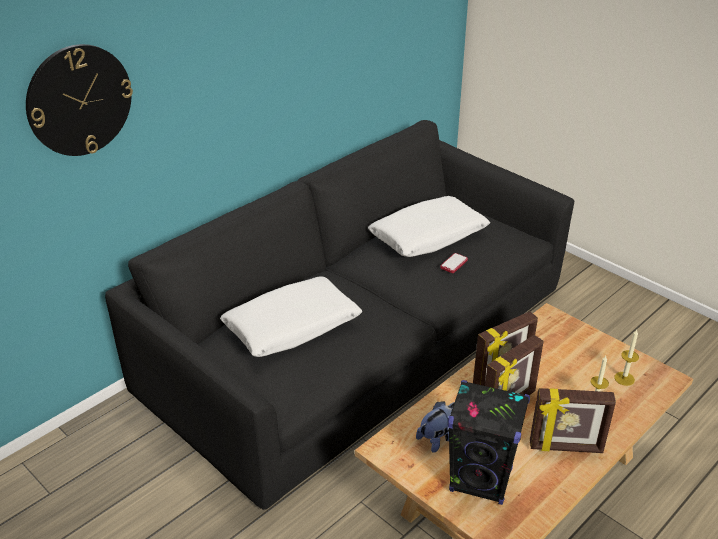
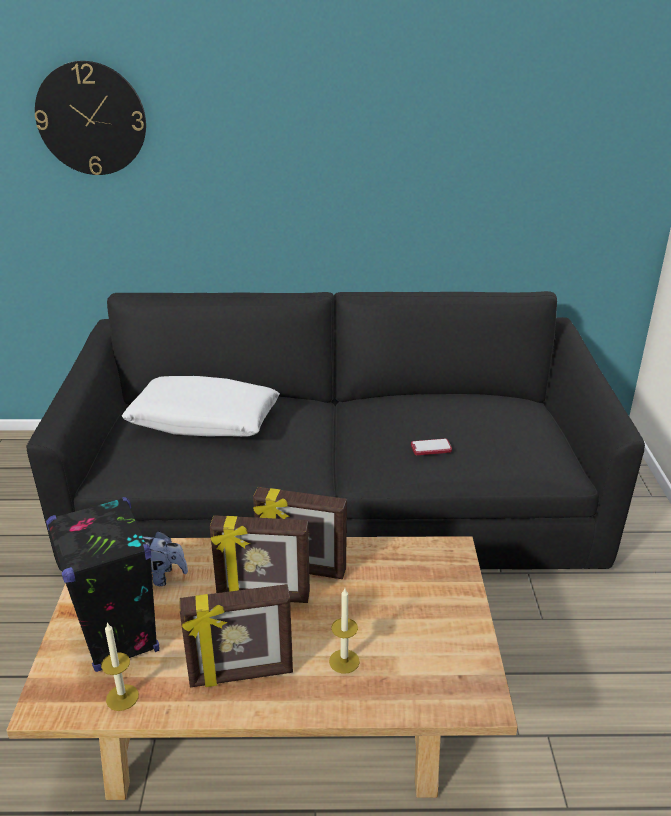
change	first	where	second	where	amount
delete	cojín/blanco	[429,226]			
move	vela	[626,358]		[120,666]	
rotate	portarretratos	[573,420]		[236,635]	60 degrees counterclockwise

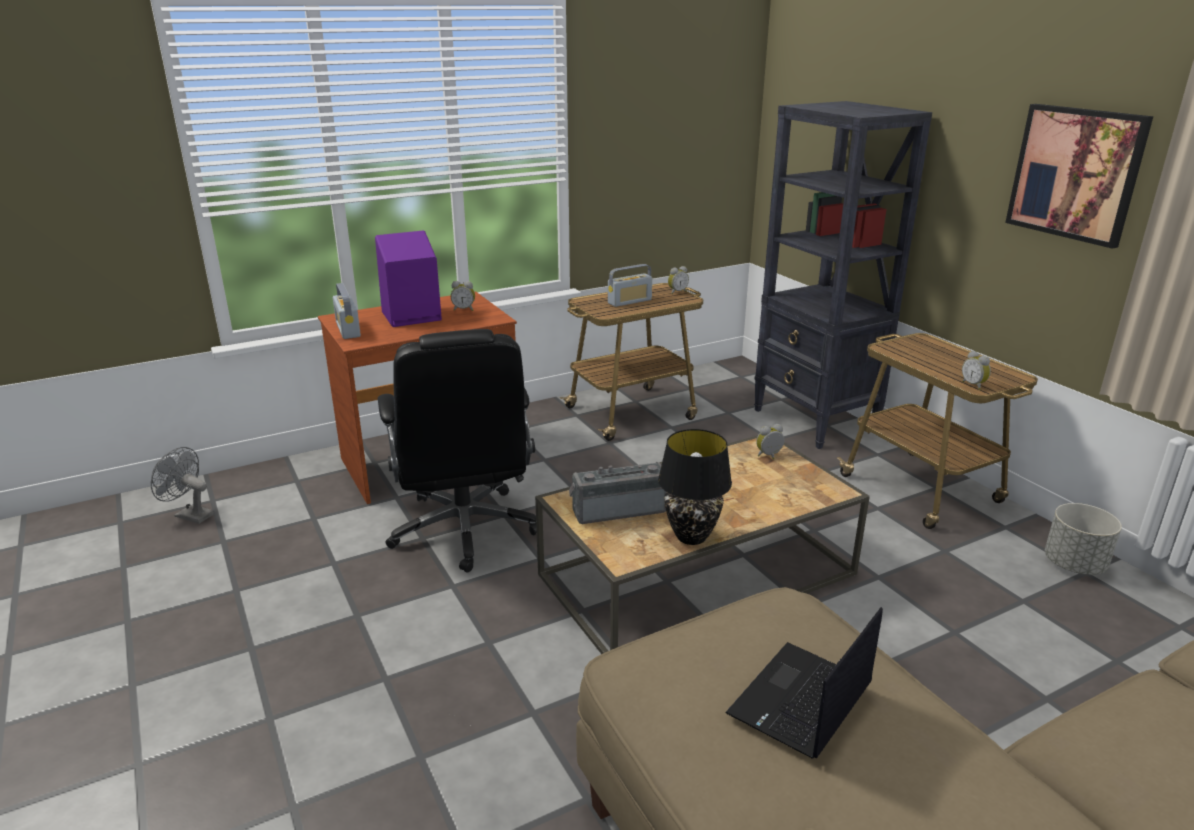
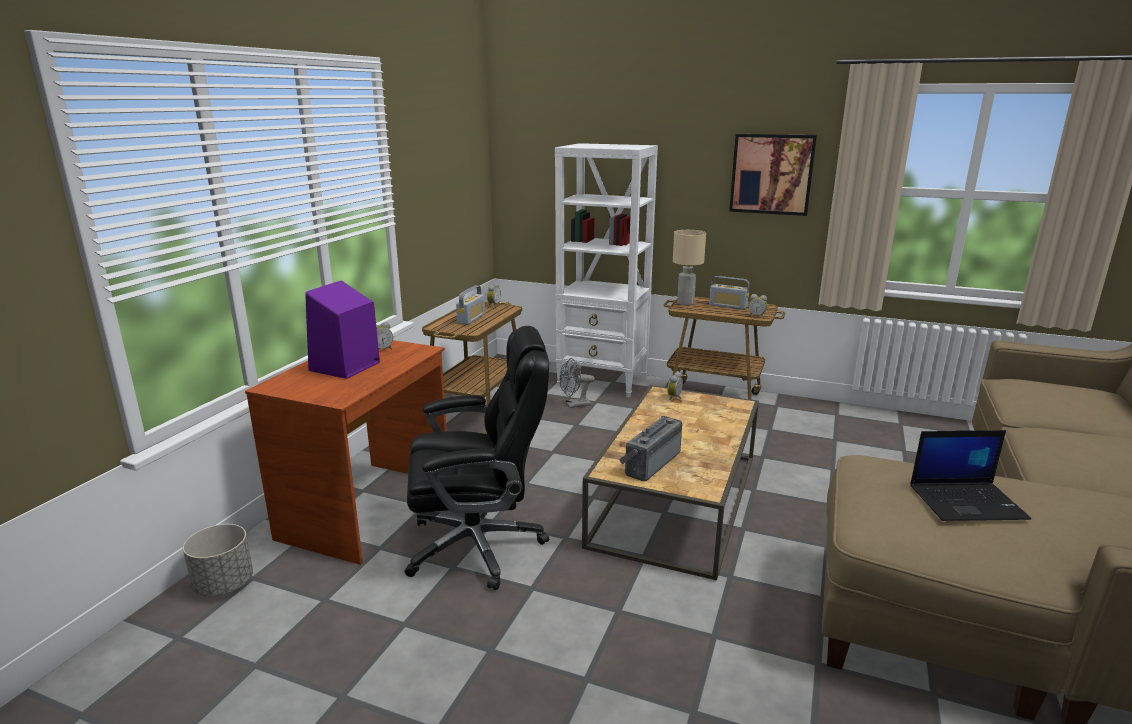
change	first	where	second	where	amount
delete	lámpara de mesa/negro	[695,487]			
insert			lámpara de mesa/beis	[689,268]	
move	ventilador/gris	[182,485]		[577,383]	
move	radio	[347,311]		[729,293]	
move	maceta/gris	[1083,539]		[218,560]	
recolor	estantería/negro	[843,275]	estantería/blanco	[606,270]	
rotate	silla de oficina/negro	[457,451]		[477,458]	45 degrees counterclockwise
rotate	portátil	[804,683]		[970,475]	90 degrees counterclockwise

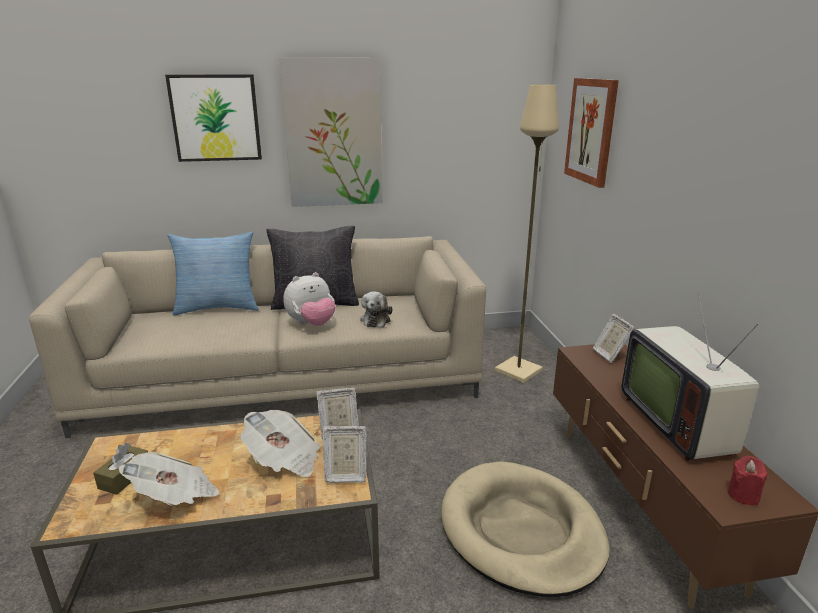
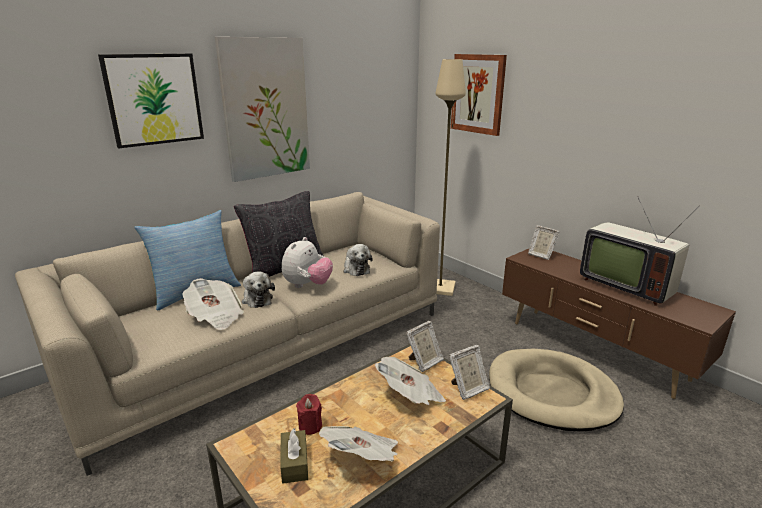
change	first	where	second	where	amount
insert			periódico	[213,304]	
insert			peluche	[258,290]	
move	vela/rojo	[748,480]		[309,414]	

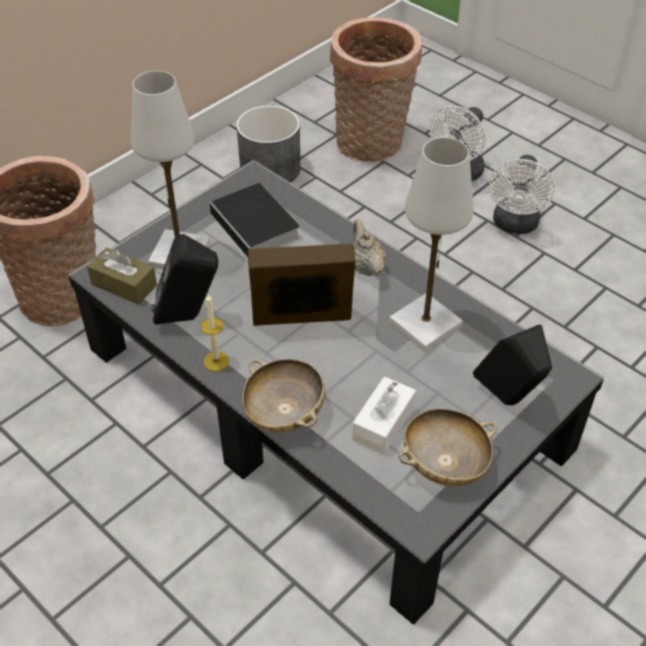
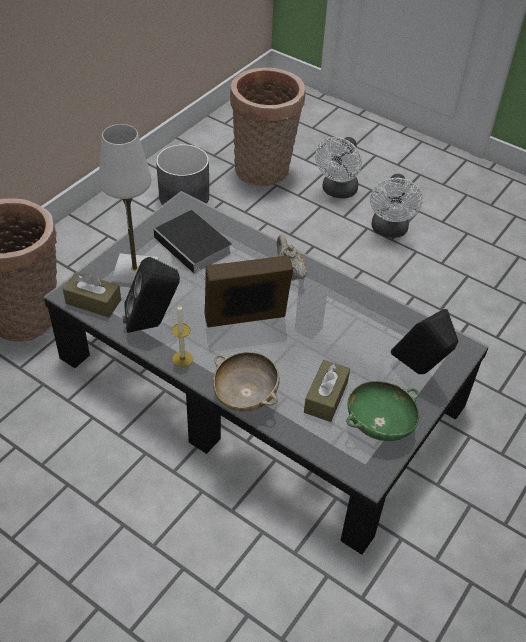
change	first	where	second	where	amount
delete	lámpara de mesa/blanco	[431,244]			
recolor	caja de pañuelos/blanco	[384,416]	caja de pañuelos/marrón	[327,391]	
recolor	cuenco/beis	[447,447]	cuenco/verde	[382,411]	

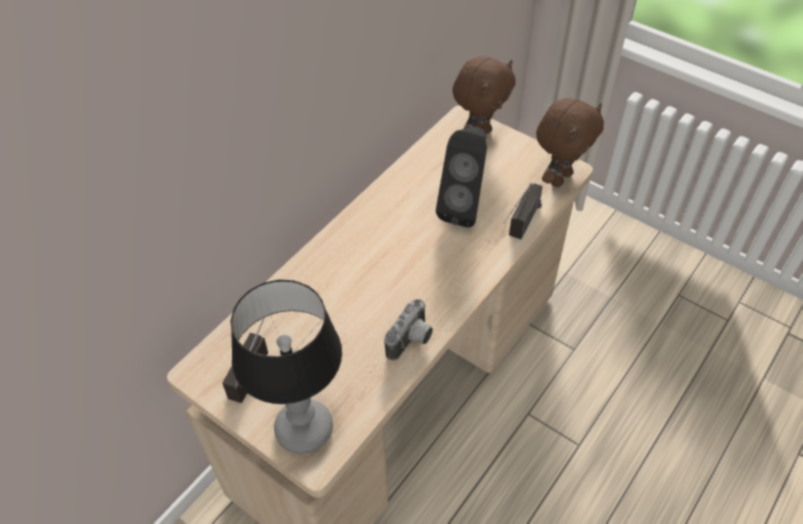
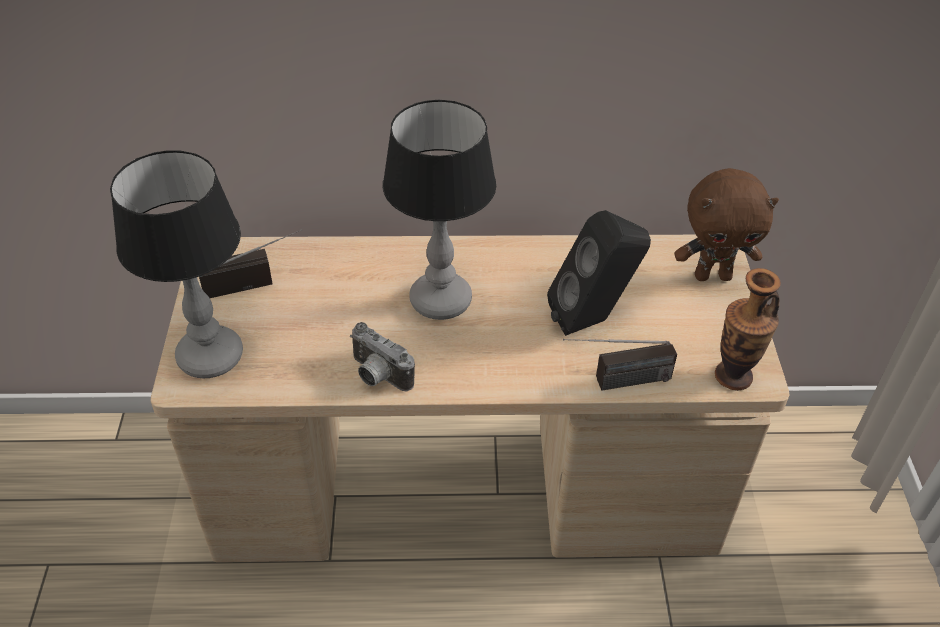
change	first	where	second	where	amount
insert			lámpara de mesa	[439,210]	
replace	peluche/marrón	[570,142]	florero	[748,329]	
rotate	cámara	[408,330]		[382,357]	45 degrees clockwise

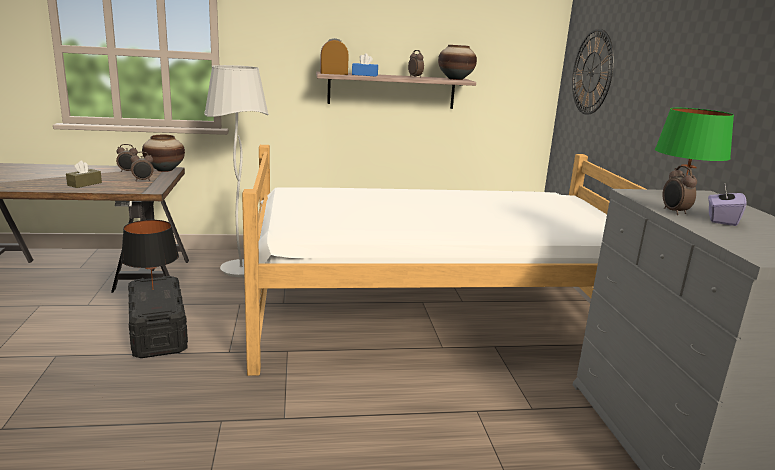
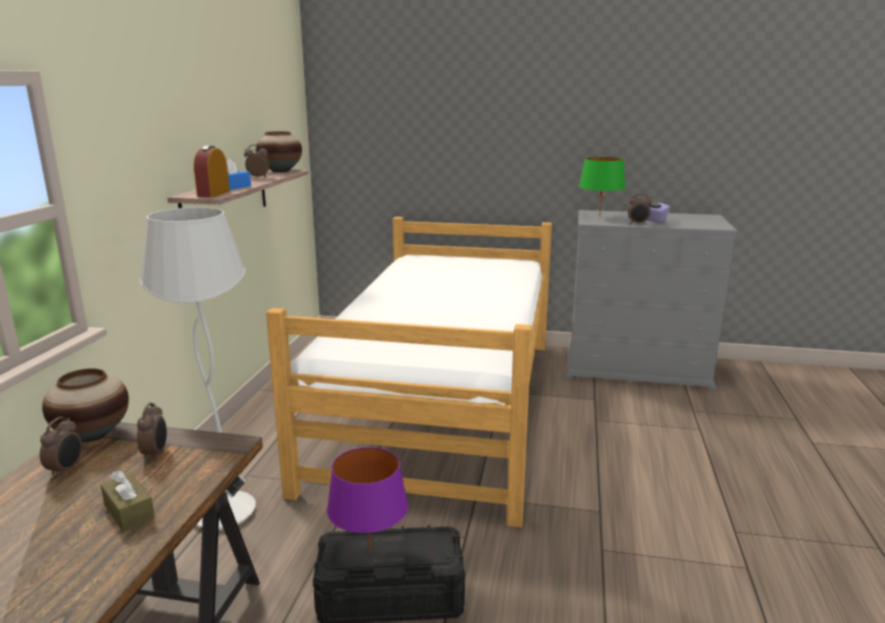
change	first	where	second	where	amount
delete	reloj de pared	[593,72]			
recolor	lámpara de mesa/negro	[150,254]	lámpara de mesa/morado	[367,499]	

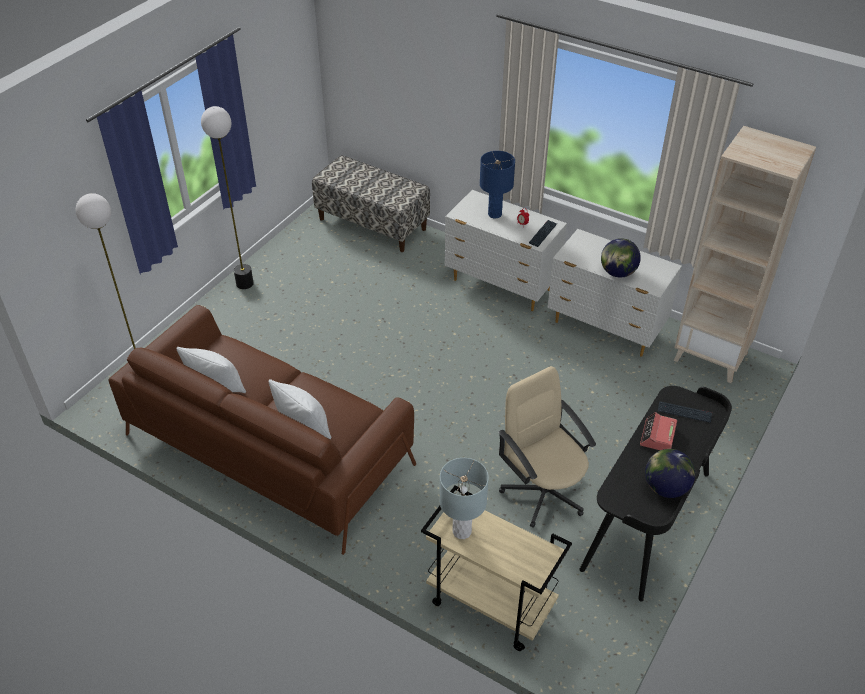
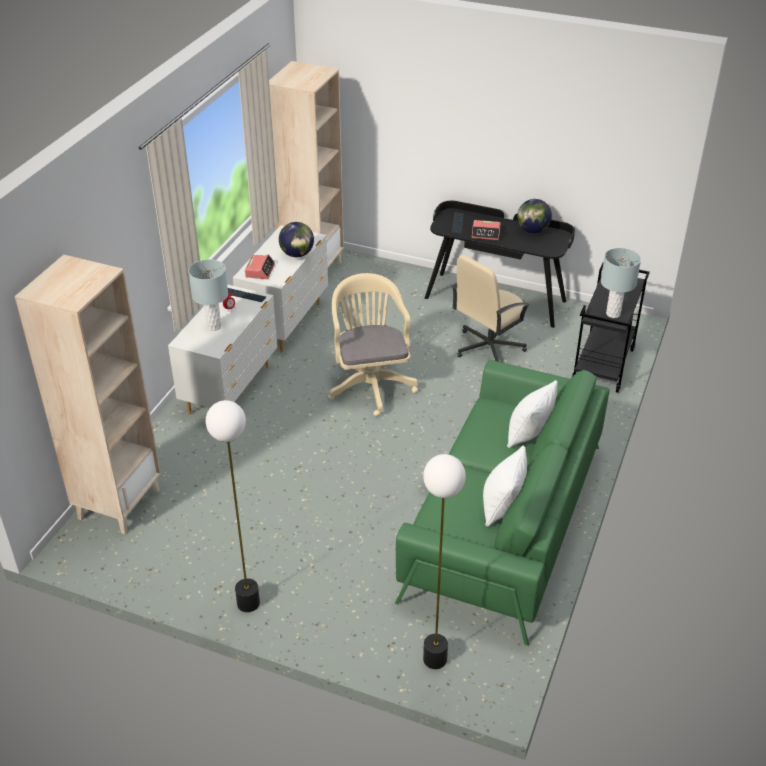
change	first	where	second	where	amount
insert			despertador	[260,266]	
insert			silla de oficina/beis	[373,345]	
replace	banco	[371,203]	estantería/beis	[88,394]	
recolor	sofá/marrón	[262,430]	sofá/verde	[502,503]	
recolor	carrito/beis	[496,568]	carrito/negro	[611,327]	
recolor	lámpara de mesa/azul	[497,185]	lámpara de mesa/gris	[208,295]	

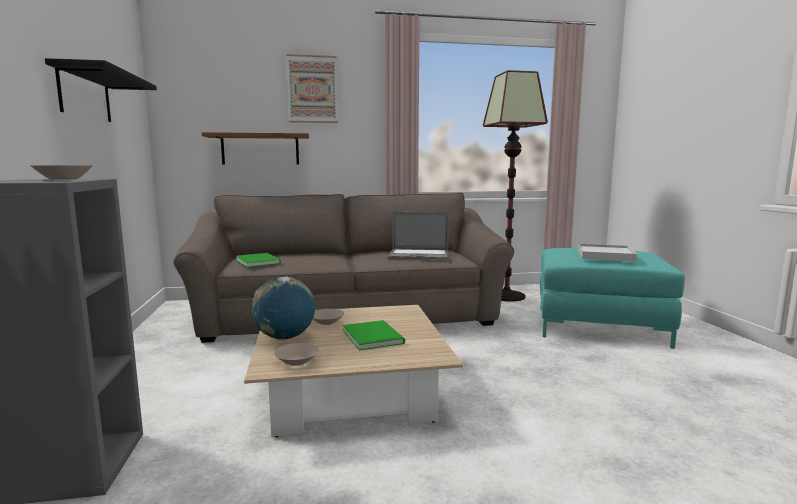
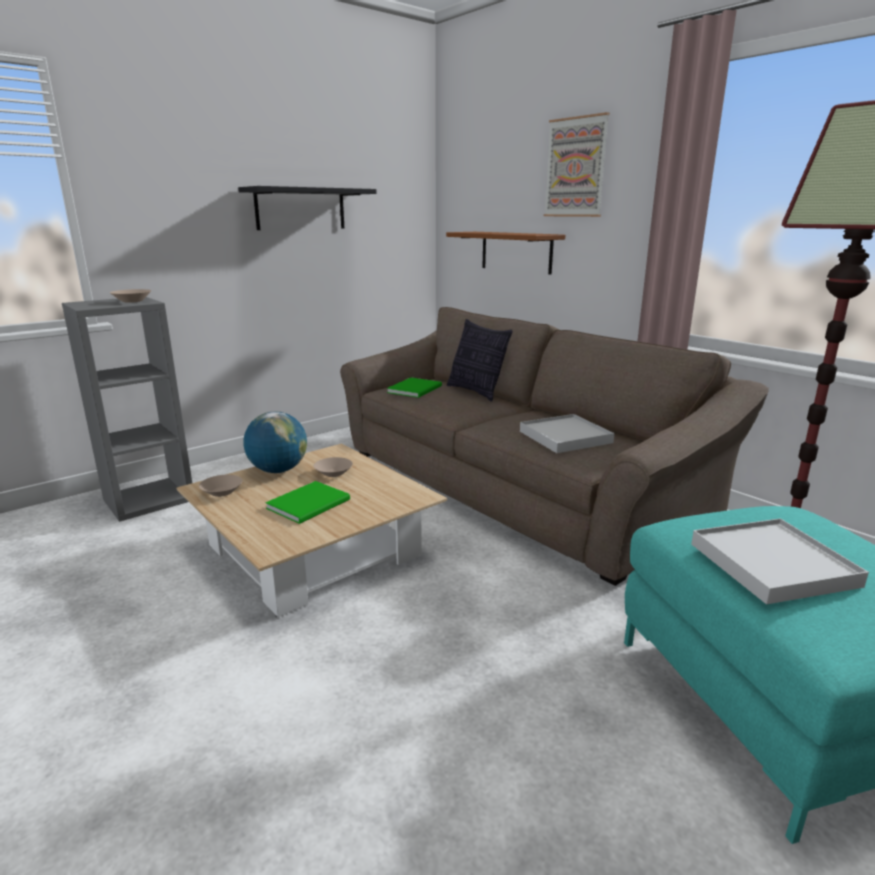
change	first	where	second	where	amount
insert			cojín	[480,360]	
replace	portátil	[418,236]	bandeja/blanco	[567,433]	

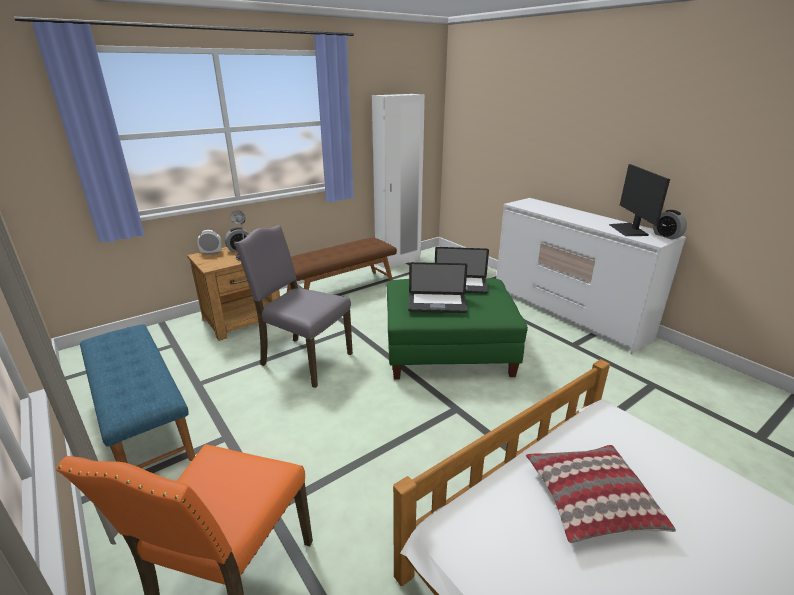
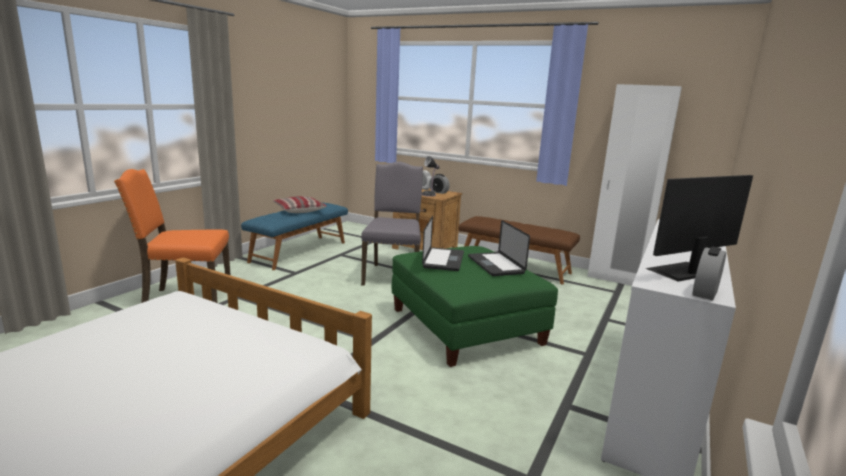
change	first	where	second	where	amount
move	cojín	[601,494]		[300,204]	
rotate	portátil	[438,287]		[443,243]	150 degrees counterclockwise

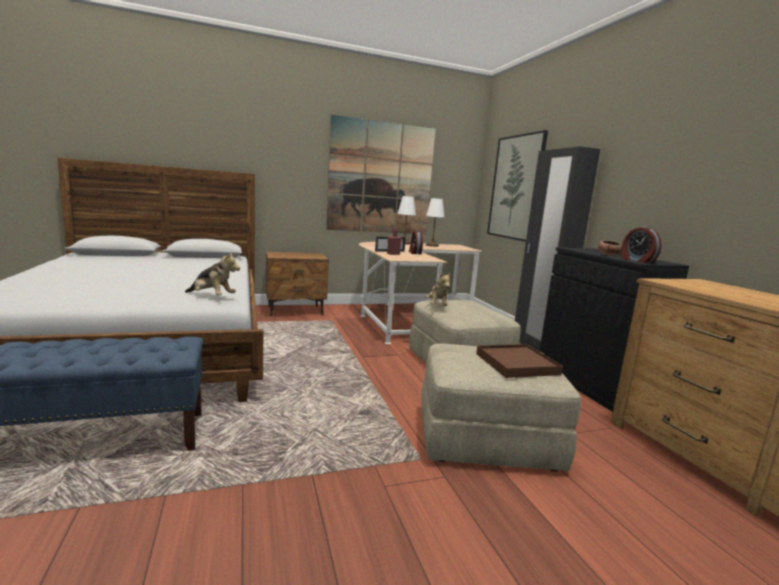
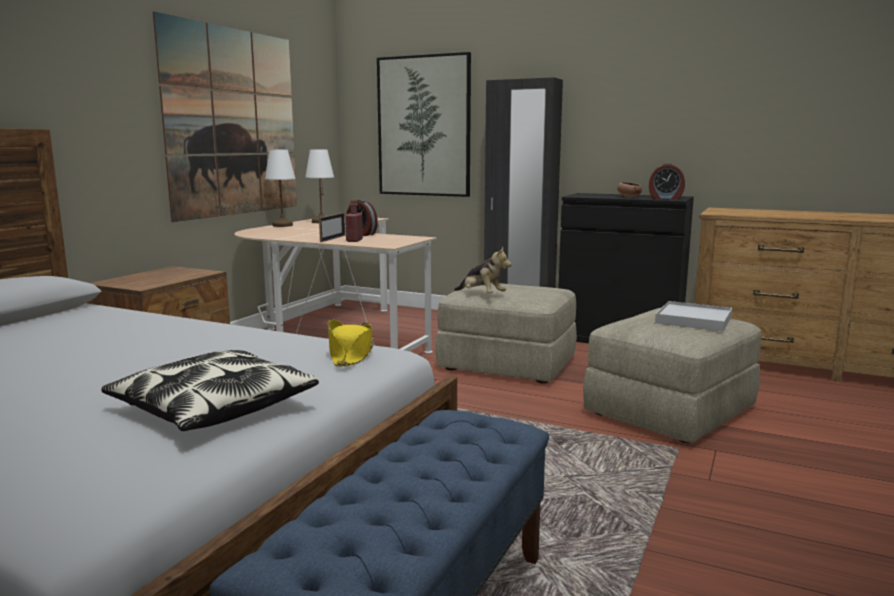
change	first	where	second	where	amount
insert			cojín	[210,390]	
replace	peluche	[212,273]	sombrero/amarillo	[350,343]	
recolor	bandeja/marrón	[519,361]	bandeja/blanco	[693,316]	

